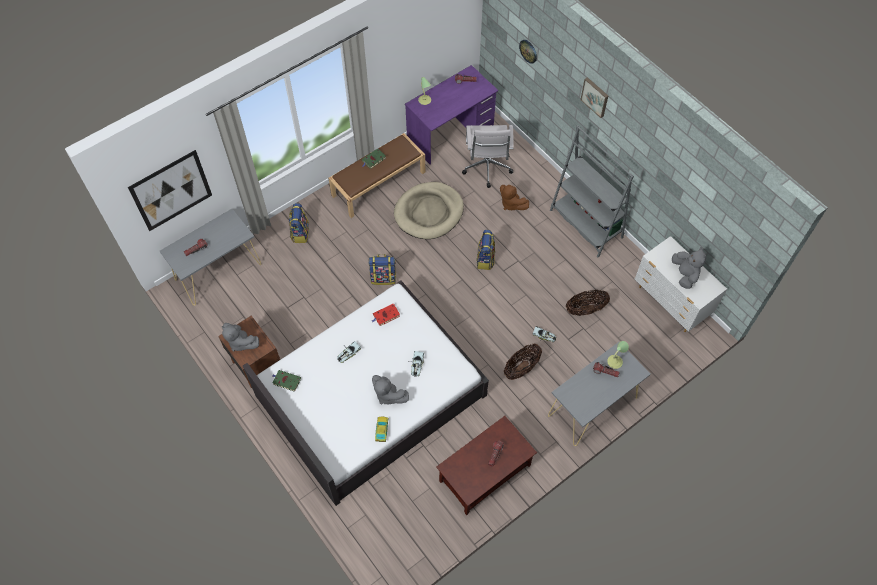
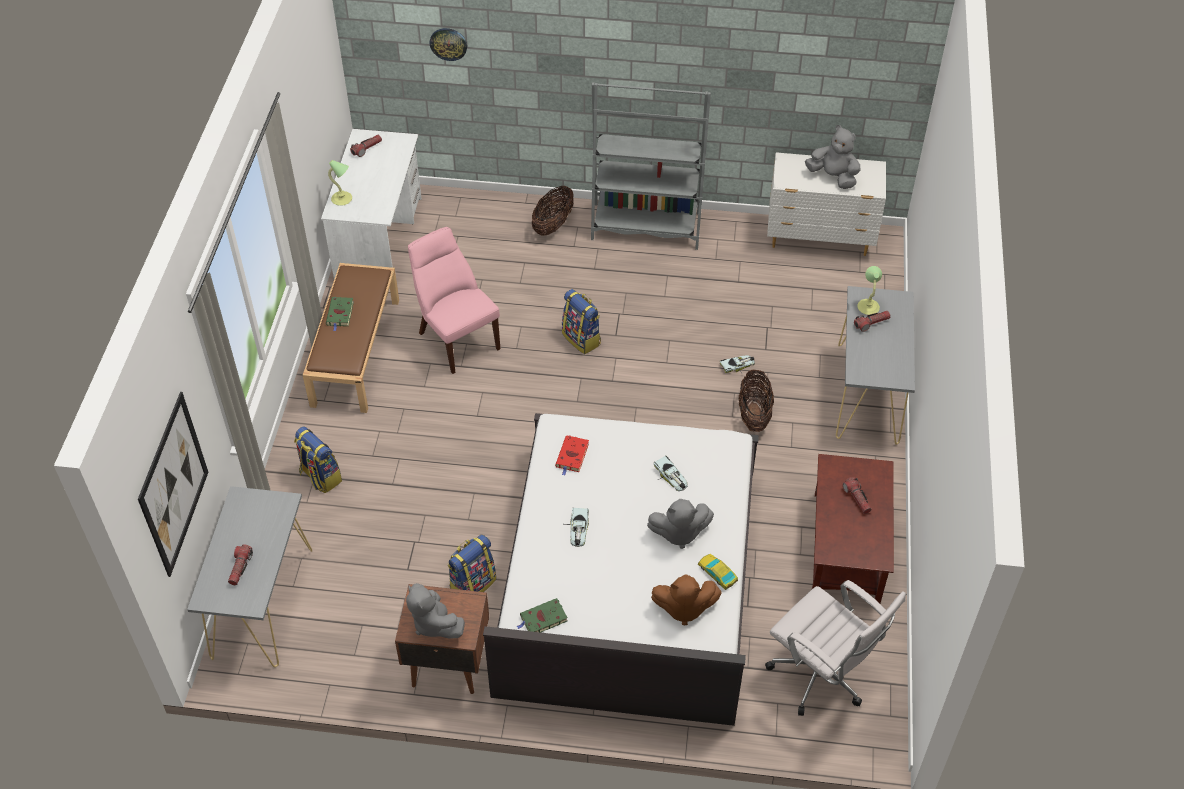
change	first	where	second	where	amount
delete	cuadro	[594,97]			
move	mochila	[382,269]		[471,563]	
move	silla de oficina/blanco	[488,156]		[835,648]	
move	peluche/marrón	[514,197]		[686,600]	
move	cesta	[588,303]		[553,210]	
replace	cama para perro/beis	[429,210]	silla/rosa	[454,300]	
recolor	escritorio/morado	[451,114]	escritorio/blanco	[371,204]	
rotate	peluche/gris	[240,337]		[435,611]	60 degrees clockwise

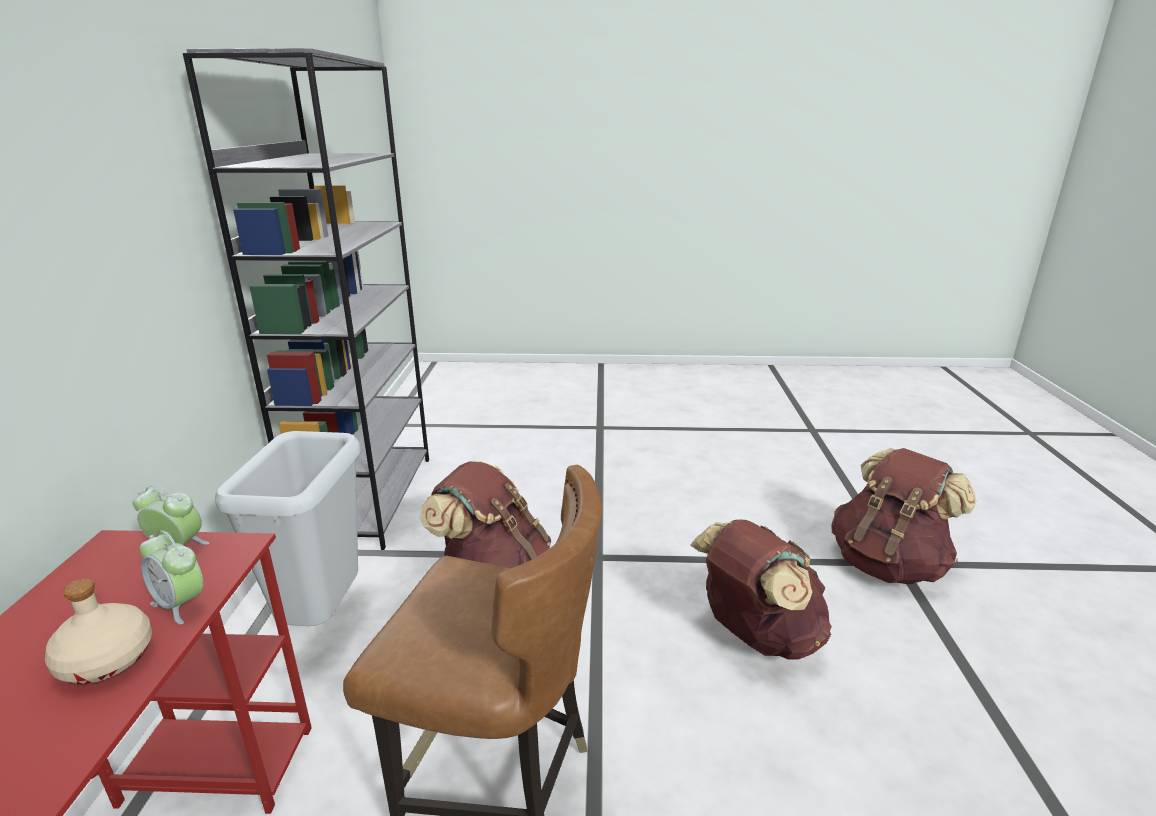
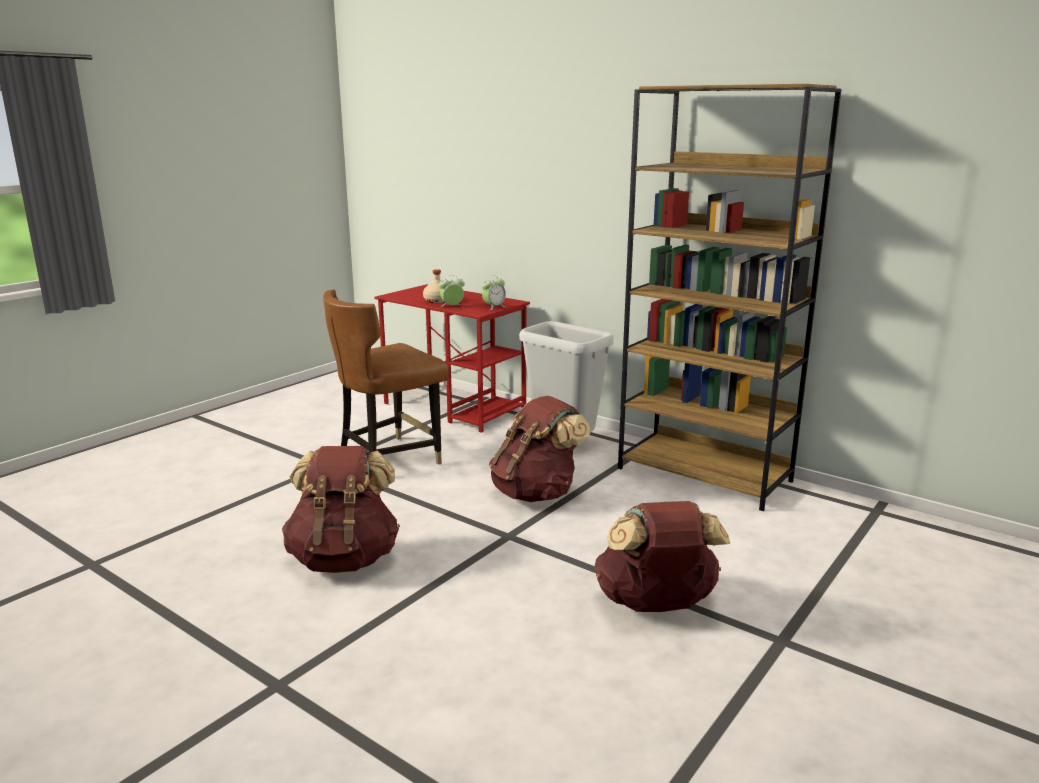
change	first	where	second	where	amount
move	mochila/marrón	[903,516]		[662,556]	
recolor	estantería/gris	[306,299]	estantería/marrón	[730,297]	

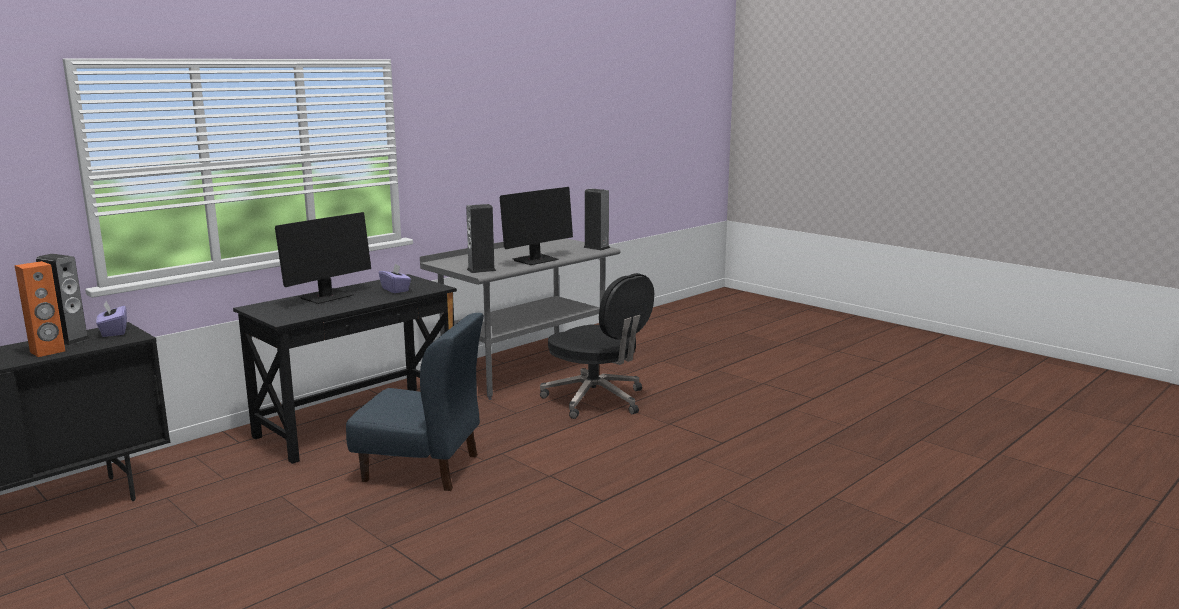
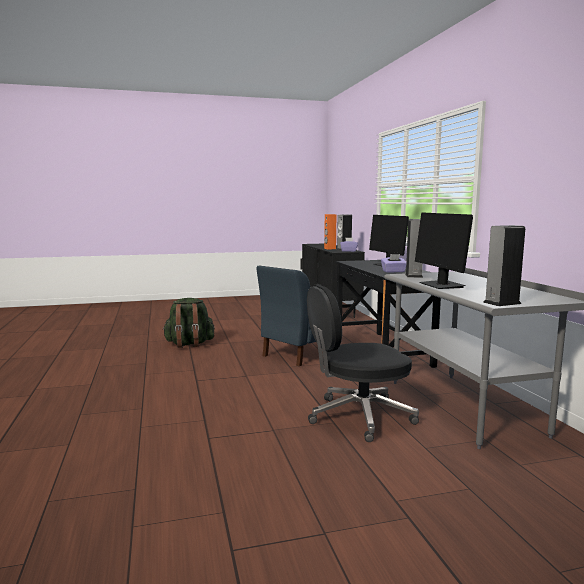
change	first	where	second	where	amount
insert			mochila/verde	[188,323]	

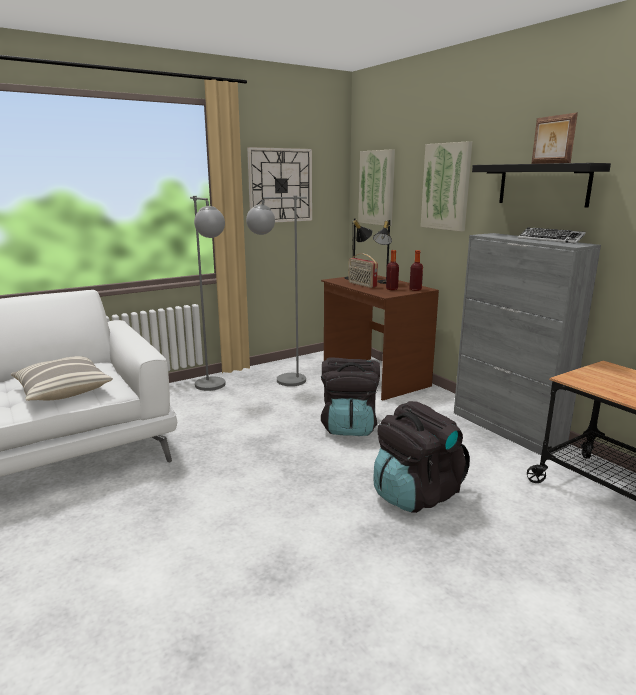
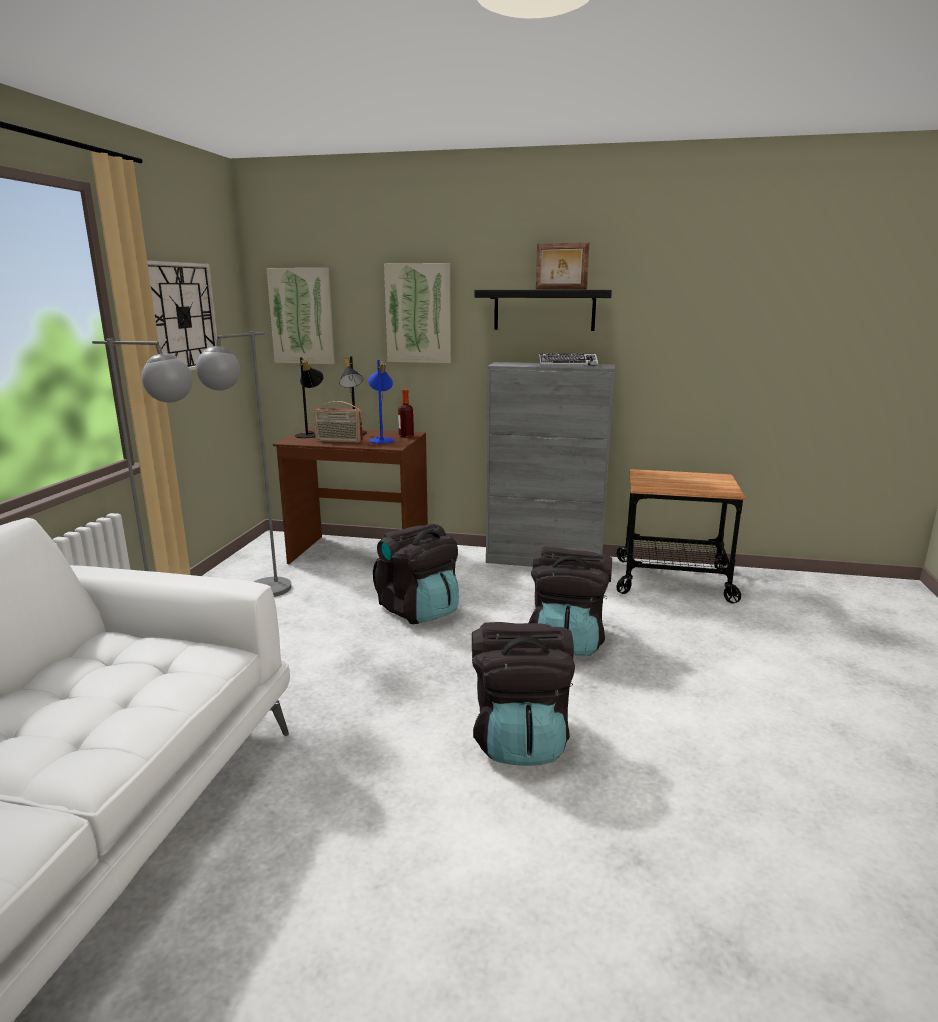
change	first	where	second	where	amount
delete	cojín	[62,378]			
insert			mochila/negro	[523,694]	
replace	botella	[392,270]	lámpara de mesa/azul	[381,402]	

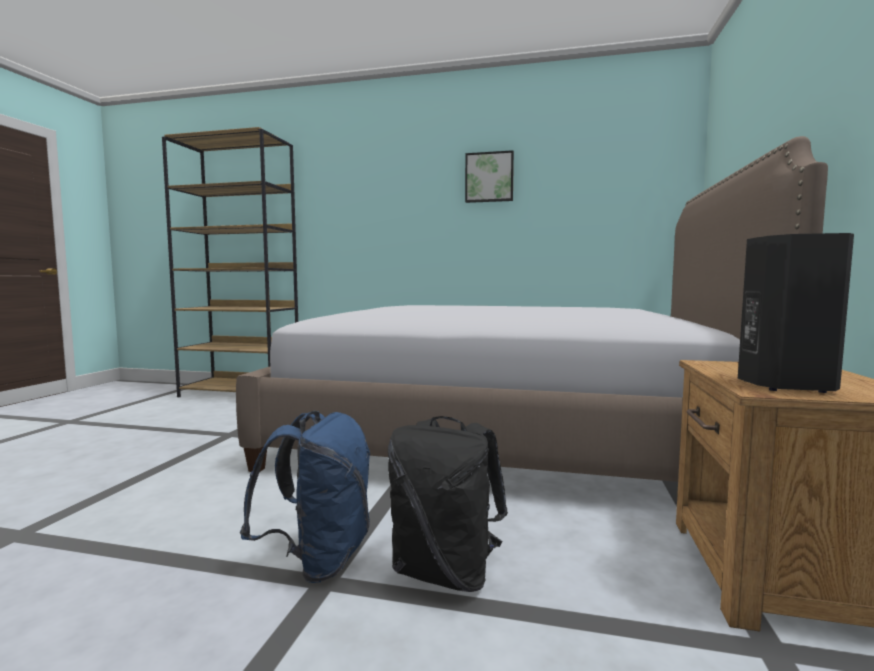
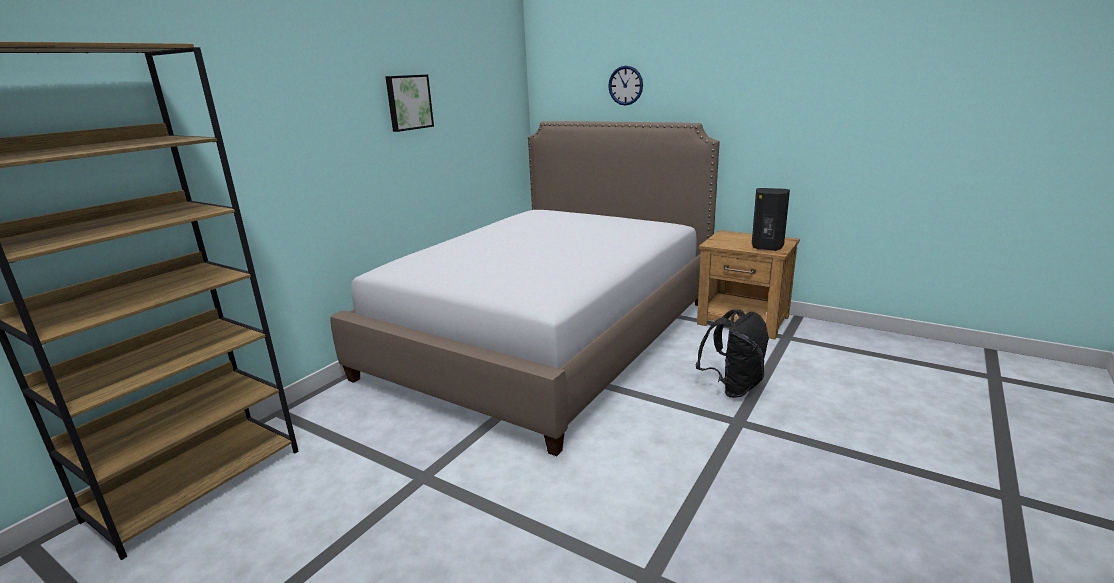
change	first	where	second	where	amount
delete	mochila/azul	[305,497]			
insert			reloj de pared	[625,85]	

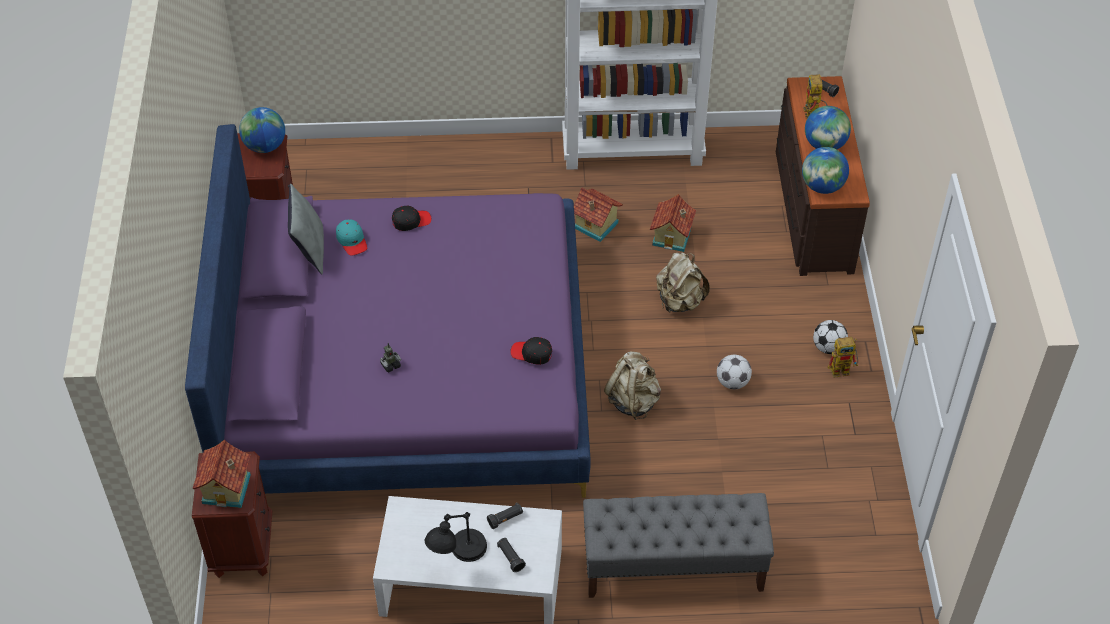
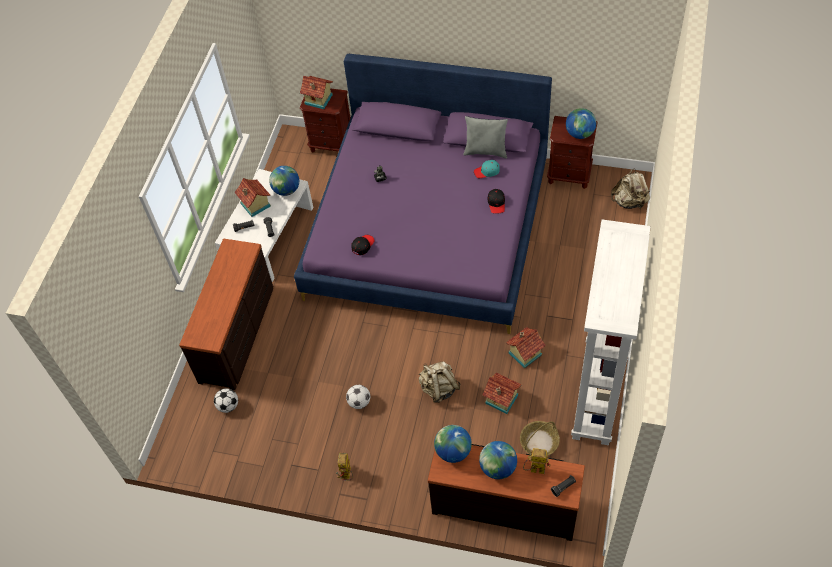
change	first	where	second	where	amount
insert			globo terráqueo	[284,181]	
insert			cesta	[540,438]	
move	mochila/beis	[632,385]		[630,188]	
move	balón de fútbol	[830,337]		[226,400]	
replace	lámpara de mesa/negro	[456,537]	casita	[252,197]	
replace	banco/gris	[678,545]	cómoda/marrón	[226,314]	

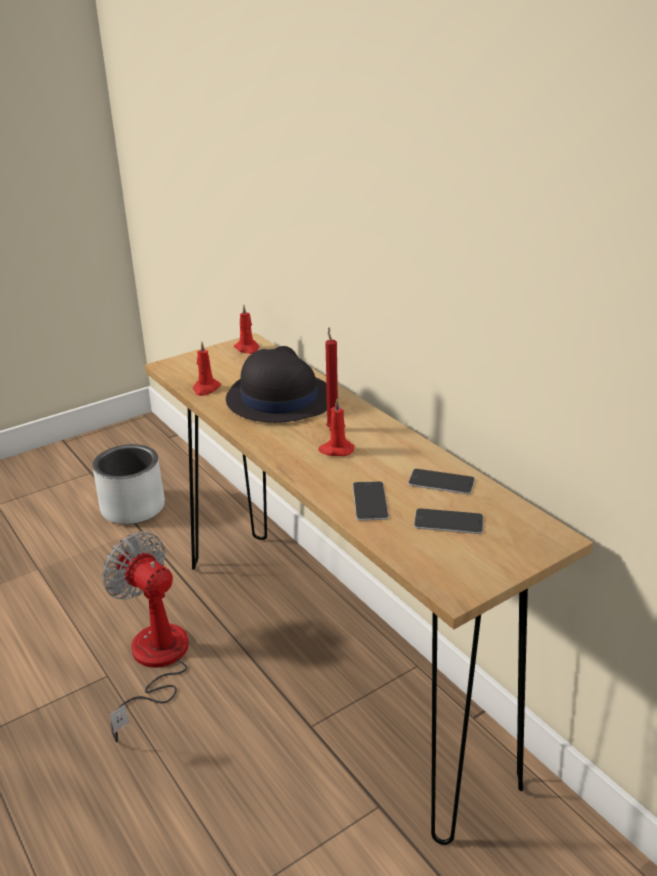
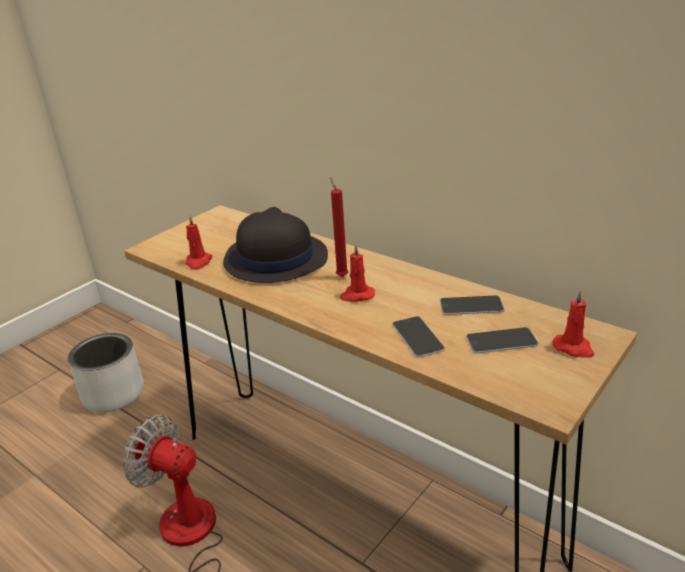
change	first	where	second	where	amount
move	vela/rojo	[246,329]		[573,323]	

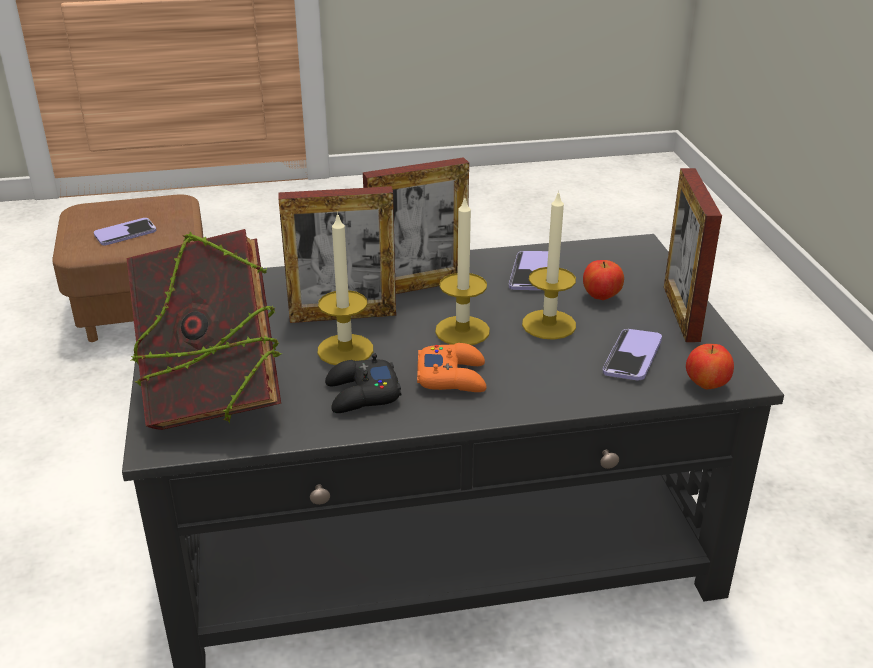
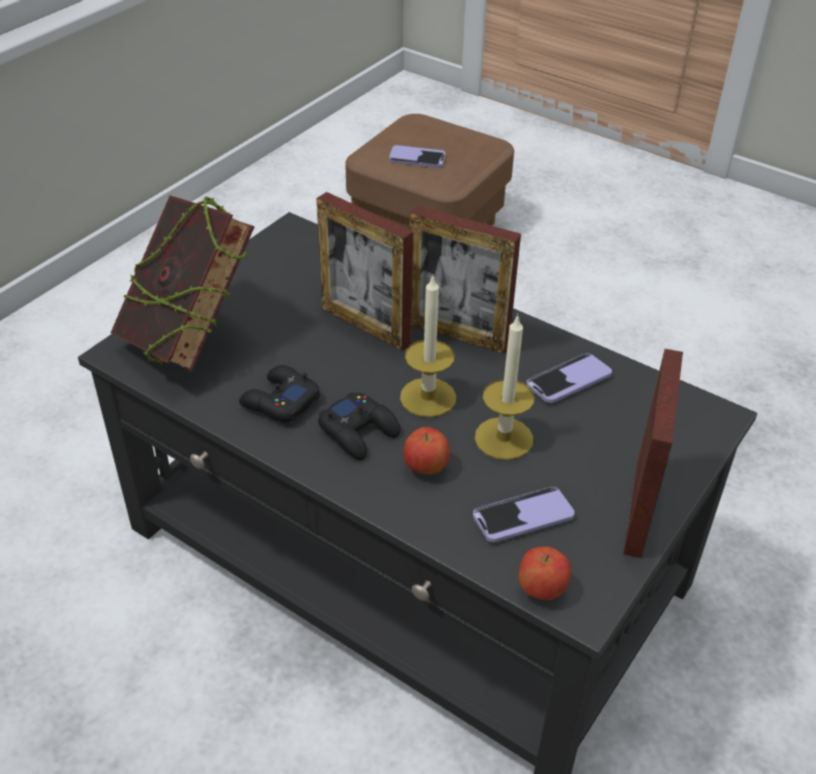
change	first	where	second	where	amount
delete	vela	[345,288]			
move	manzana	[603,280]		[426,450]	
recolor	mando de consola/naranja	[452,367]	mando de consola/negro	[359,426]	
rotate	portarretratos	[693,255]		[653,453]	150 degrees clockwise

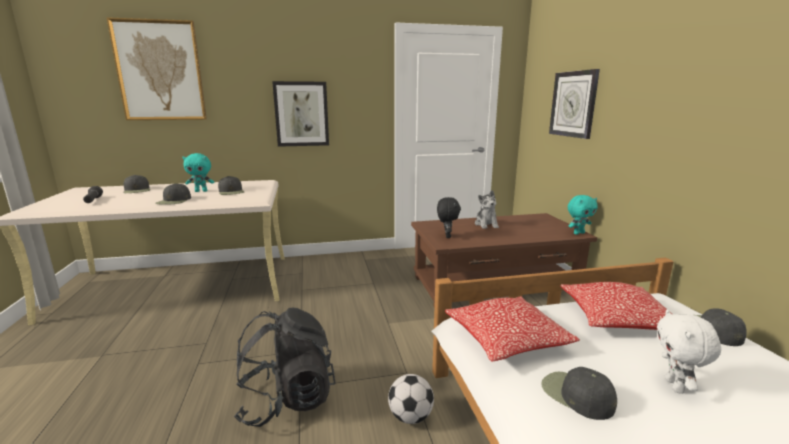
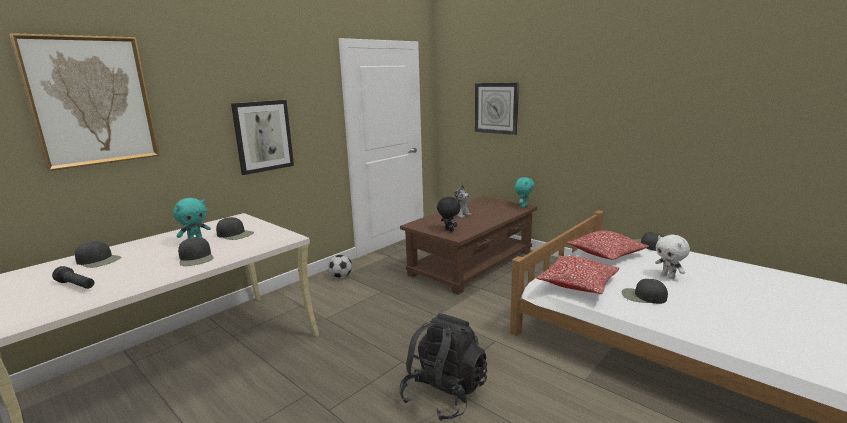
change	first	where	second	where	amount
move	balón de fútbol	[411,399]		[340,266]	

